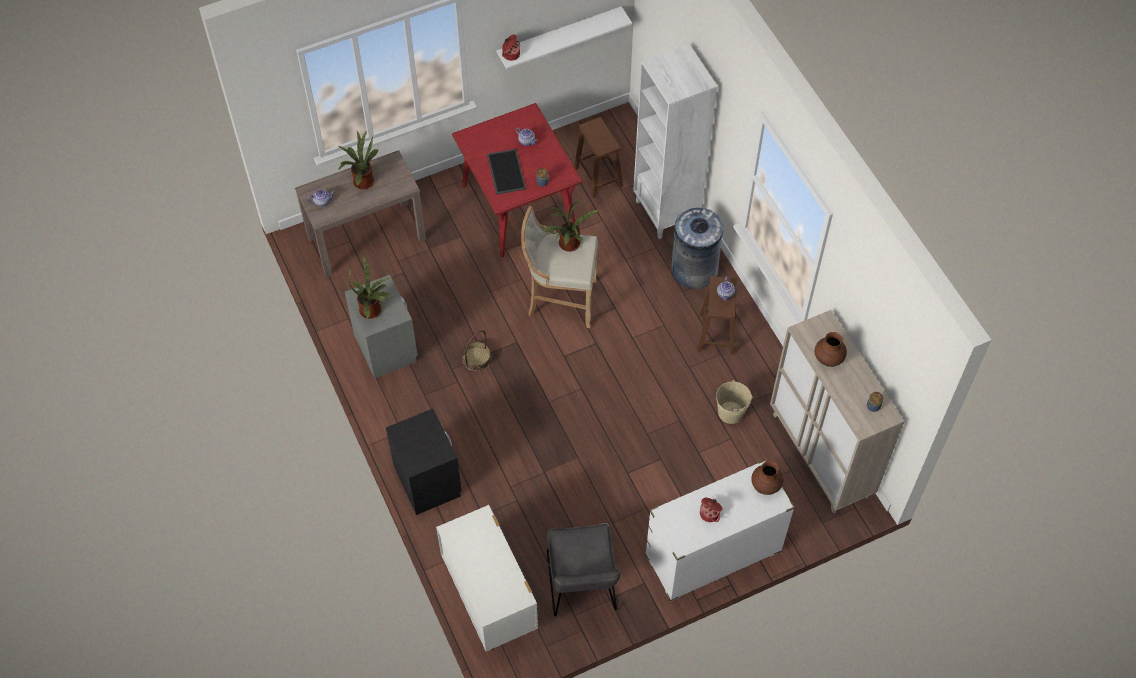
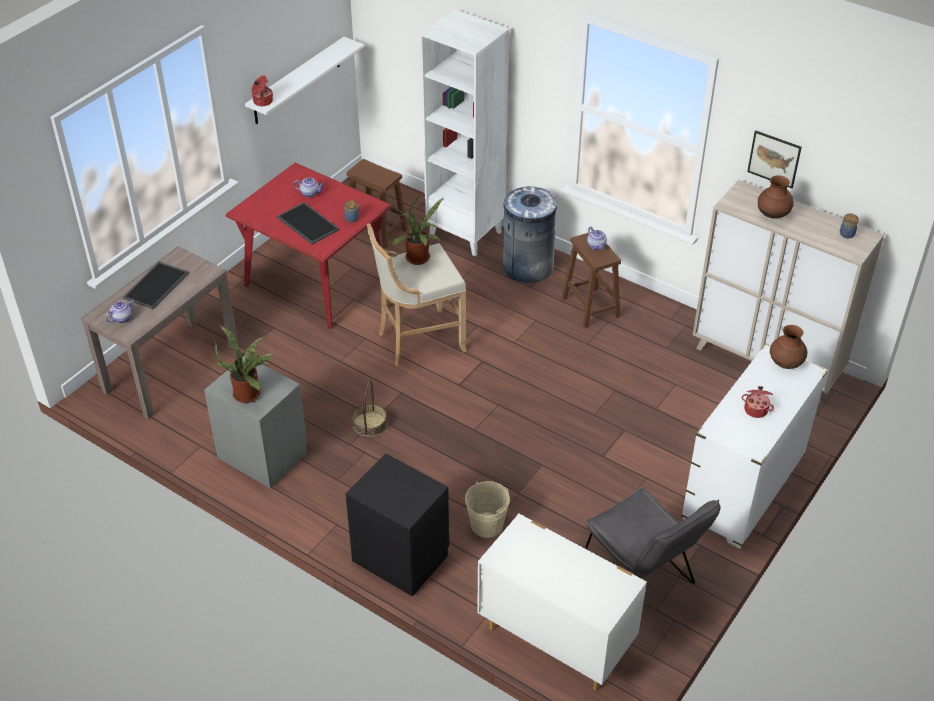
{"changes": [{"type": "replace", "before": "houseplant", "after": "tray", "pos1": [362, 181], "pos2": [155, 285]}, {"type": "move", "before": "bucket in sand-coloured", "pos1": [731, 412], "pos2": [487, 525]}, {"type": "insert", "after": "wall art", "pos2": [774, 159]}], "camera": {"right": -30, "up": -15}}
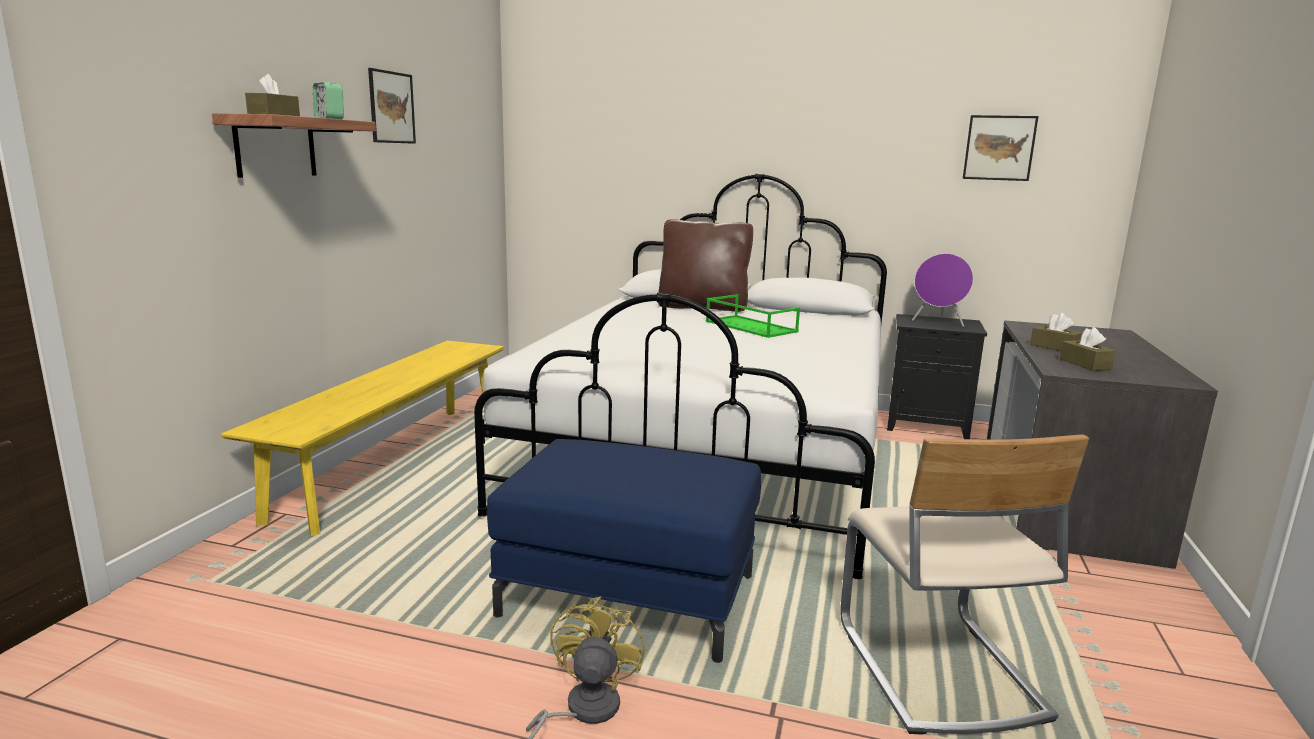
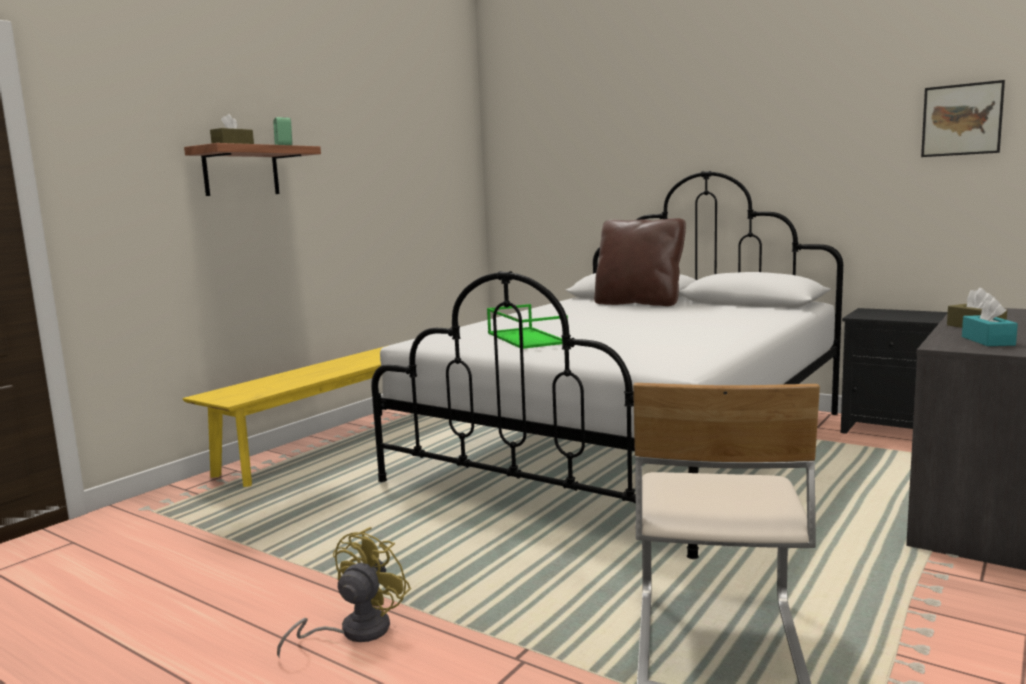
{"changes": [{"type": "delete", "before": "wall art", "pos1": [391, 107]}, {"type": "delete", "before": "footrest in blue", "pos1": [629, 594]}, {"type": "move", "before": "tray in green-coloured", "pos1": [749, 326], "pos2": [525, 338]}, {"type": "delete", "before": "audio speaker in purplish", "pos1": [938, 322]}, {"type": "recolor", "before": "tissue box in brownish", "after": "tissue box in blue-green", "pos1": [1085, 364], "pos2": [987, 341]}], "camera": {"right": 20, "up": -5}}
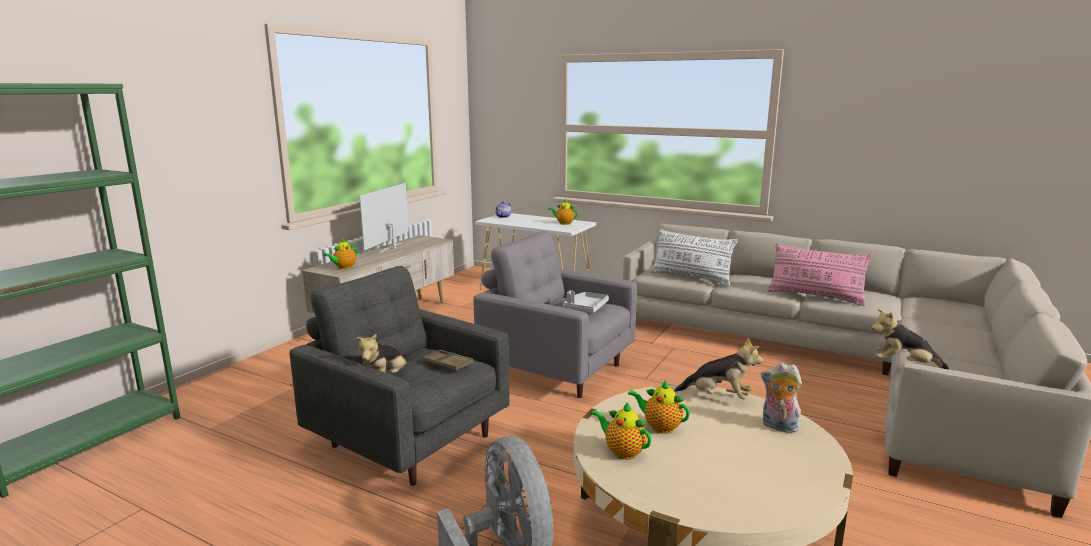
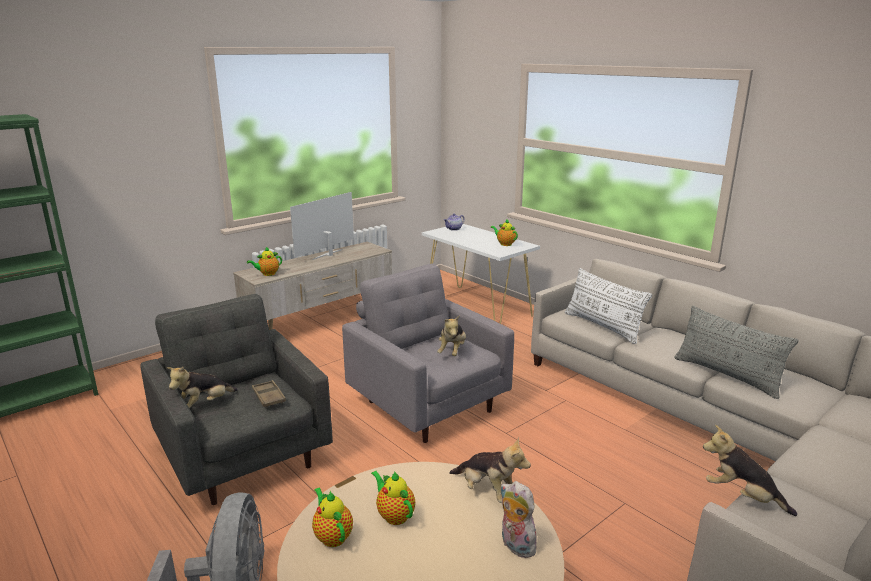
{"changes": [{"type": "replace", "before": "tray in gray", "after": "plush toy", "pos1": [586, 308], "pos2": [452, 351]}, {"type": "recolor", "before": "pillow in pinkish", "after": "pillow in gray", "pos1": [815, 297], "pos2": [727, 375]}], "camera": {"right": 20, "up": 5}}
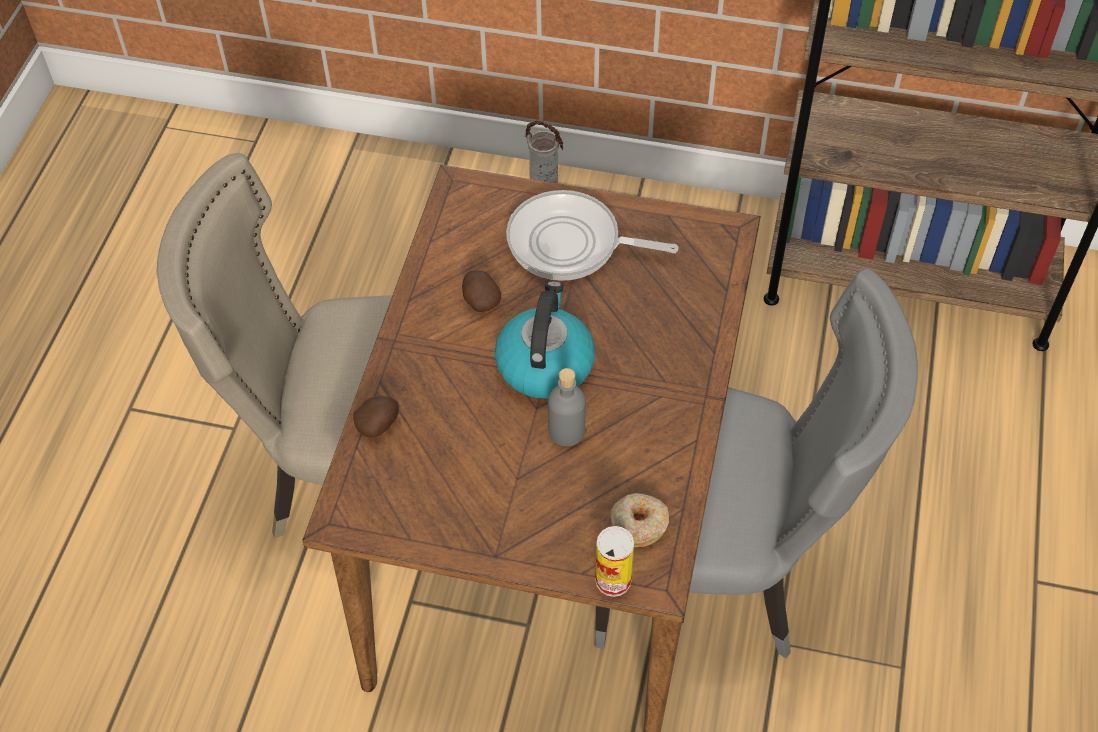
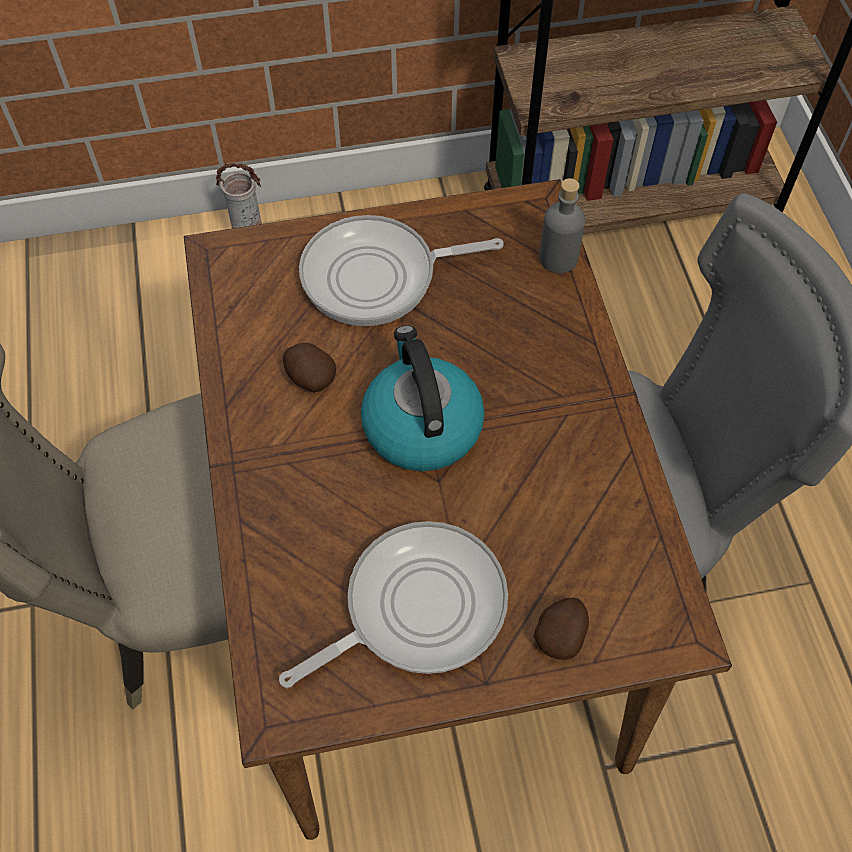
{"changes": [{"type": "move", "before": "whole potato", "pos1": [379, 425], "pos2": [561, 634]}, {"type": "move", "before": "drink bottle in gray", "pos1": [566, 431], "pos2": [558, 258]}, {"type": "delete", "before": "can", "pos1": [613, 580]}, {"type": "delete", "before": "donut", "pos1": [638, 524]}, {"type": "insert", "after": "frying pan", "pos2": [416, 608]}], "camera": {"right": -25, "up": 5}}
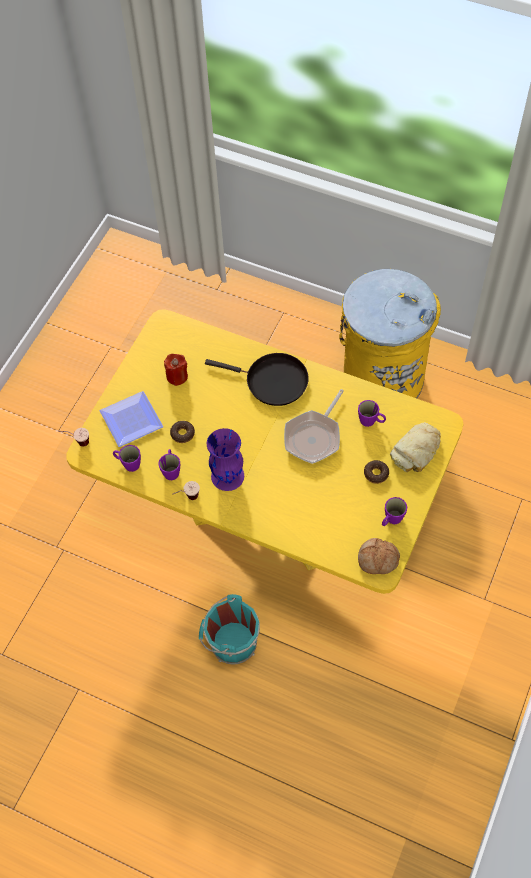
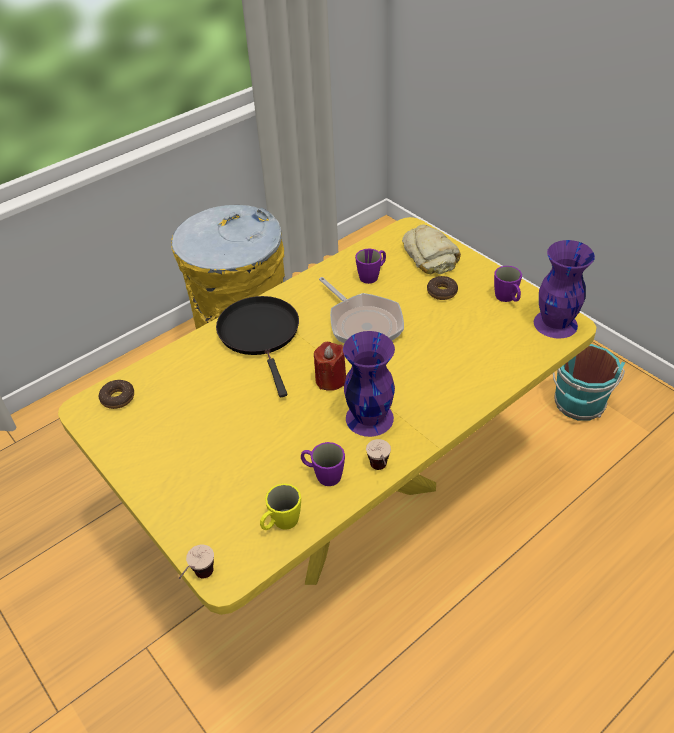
{"changes": [{"type": "delete", "before": "plate", "pos1": [132, 418]}, {"type": "recolor", "before": "coffee mug in purplish", "after": "coffee mug in yellowish", "pos1": [128, 463], "pos2": [281, 523]}, {"type": "move", "before": "wax light in reddish", "pos1": [177, 376], "pos2": [330, 380]}, {"type": "move", "before": "donut", "pos1": [182, 434], "pos2": [118, 398]}, {"type": "move", "before": "bucket in blue-green", "pos1": [231, 643], "pos2": [579, 404]}, {"type": "rotate", "before": "frying pan in black", "pos1": [272, 381], "pos2": [260, 334], "turn": -60}, {"type": "replace", "before": "bread", "after": "vase in purplish", "pos1": [377, 560], "pos2": [555, 324]}], "camera": {"right": -65, "up": -15}}
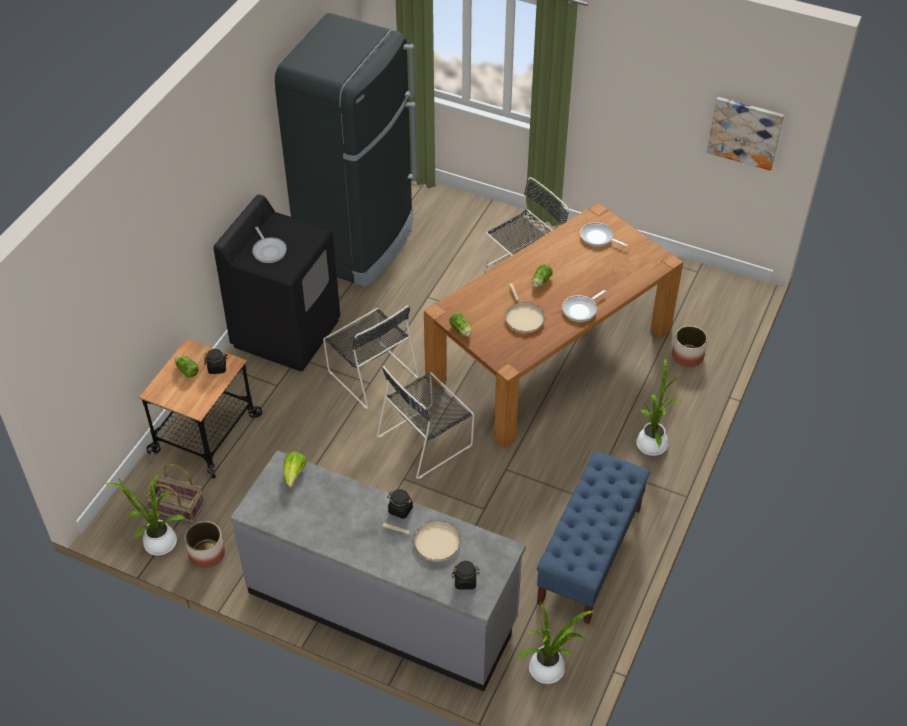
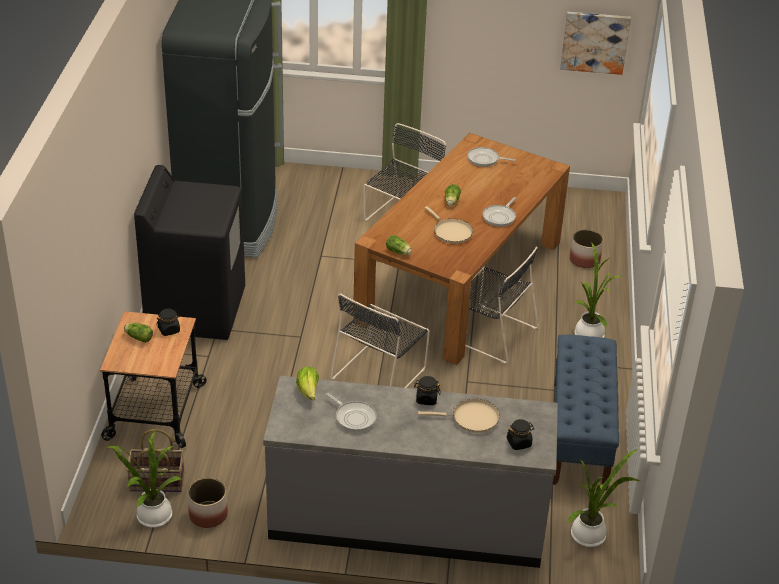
{"changes": [{"type": "move", "before": "frying pan", "pos1": [269, 250], "pos2": [354, 417]}, {"type": "move", "before": "plain chair in black", "pos1": [371, 373], "pos2": [490, 332]}], "camera": {"right": -20, "up": -10}}
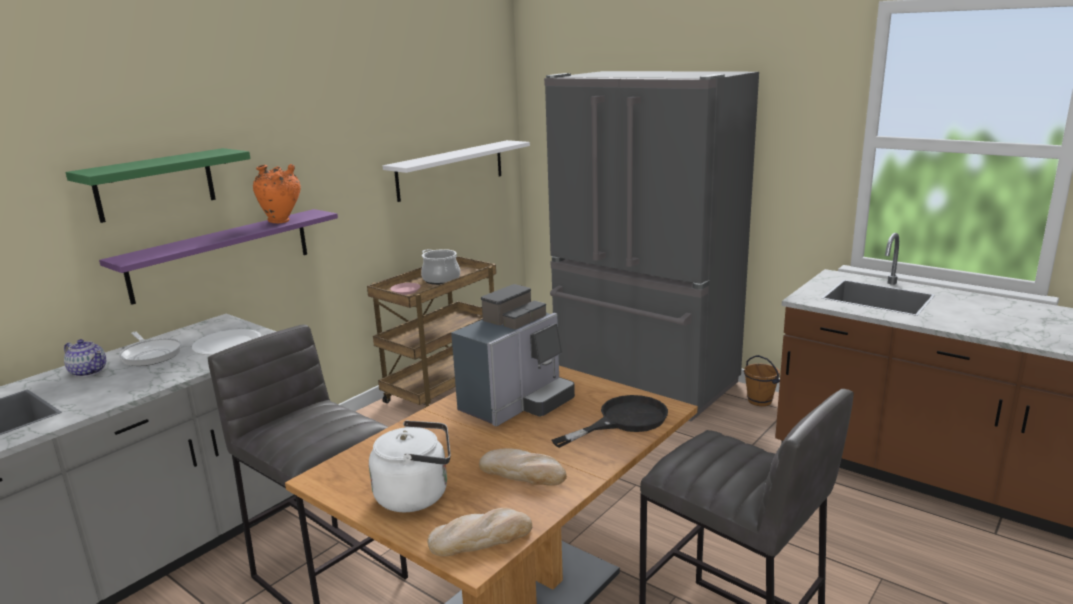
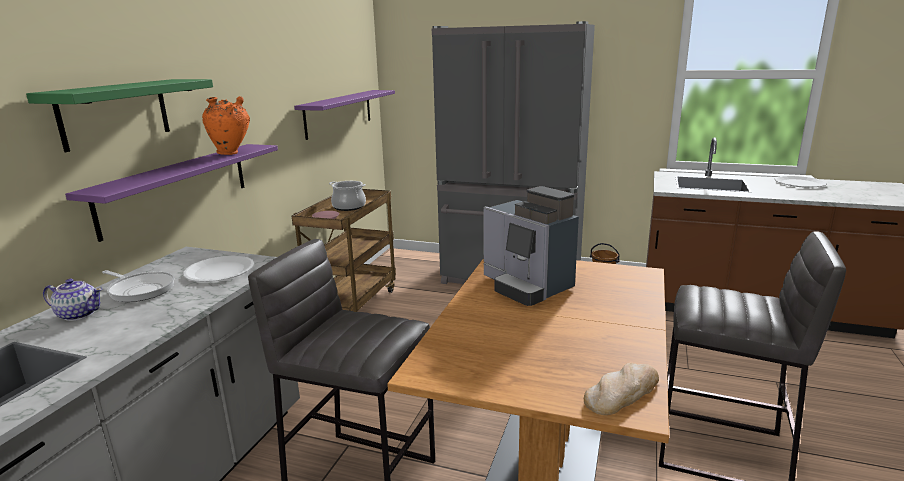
{"changes": [{"type": "delete", "before": "kettle in white", "pos1": [417, 495]}, {"type": "recolor", "before": "bracket shelf in white", "after": "bracket shelf in purplish", "pos1": [451, 170], "pos2": [339, 113]}, {"type": "rotate", "before": "coffee maker", "pos1": [517, 403], "pos2": [526, 286], "turn": 120}, {"type": "delete", "before": "bread", "pos1": [522, 472]}, {"type": "delete", "before": "frying pan in black", "pos1": [623, 421]}, {"type": "insert", "after": "plate in white", "pos2": [799, 183]}], "camera": {"right": -20, "up": 0}}
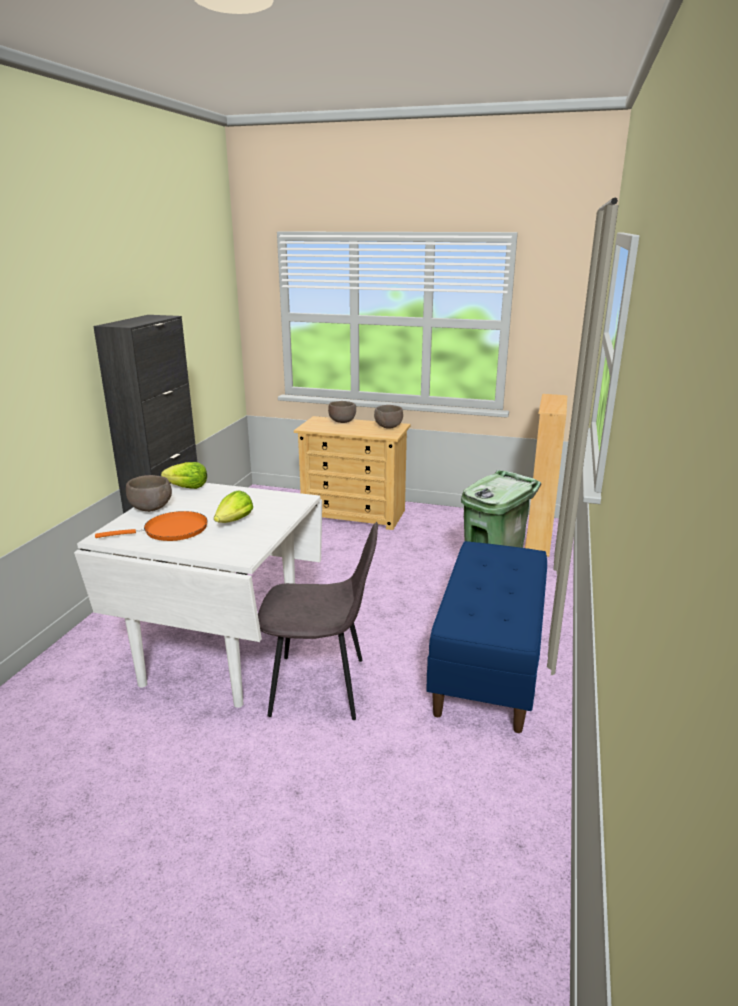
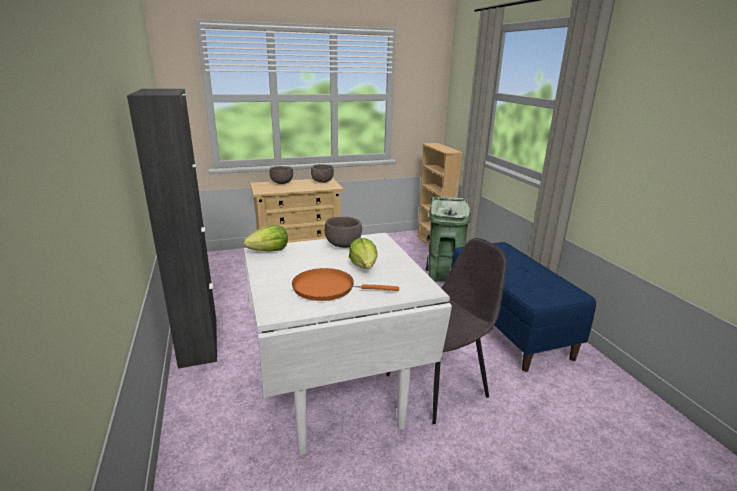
{"changes": [{"type": "rotate", "before": "frying pan in orange", "pos1": [171, 531], "pos2": [328, 288], "turn": -120}, {"type": "move", "before": "bowl in brownish", "pos1": [151, 509], "pos2": [343, 245]}], "camera": {"right": -35, "up": 0}}
